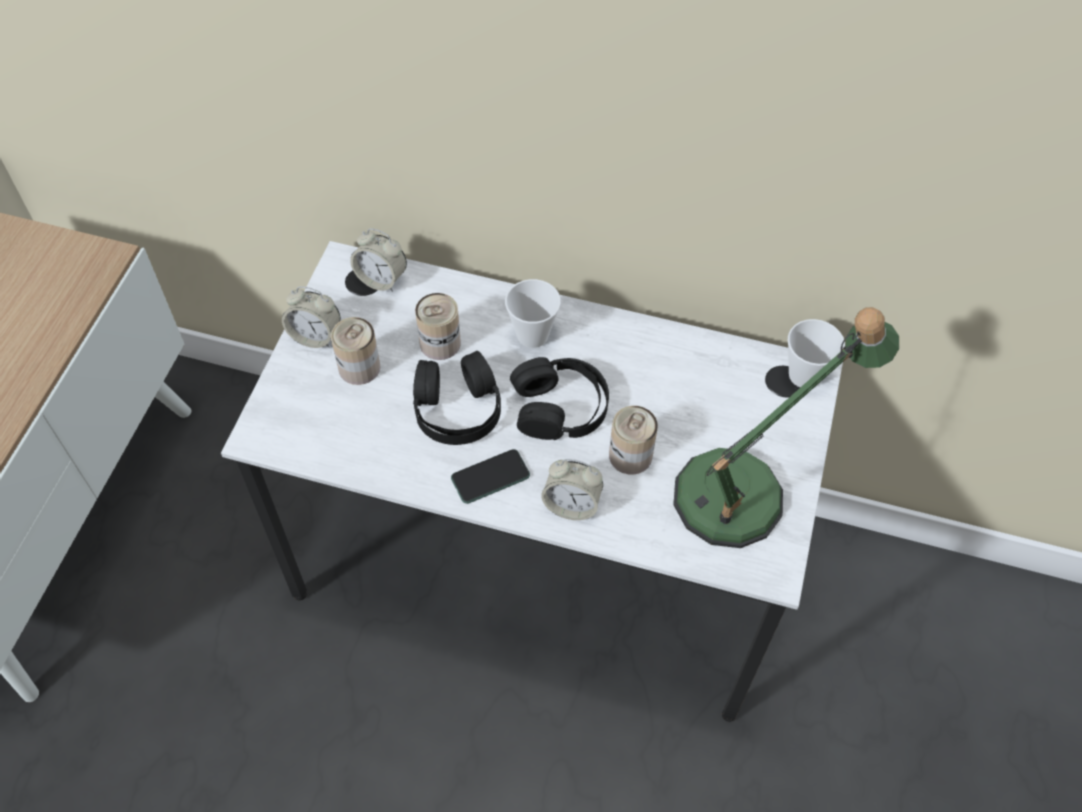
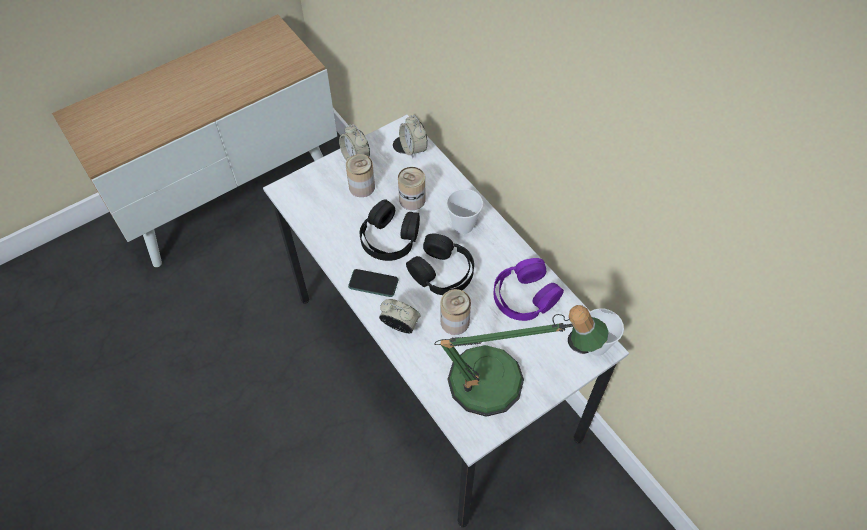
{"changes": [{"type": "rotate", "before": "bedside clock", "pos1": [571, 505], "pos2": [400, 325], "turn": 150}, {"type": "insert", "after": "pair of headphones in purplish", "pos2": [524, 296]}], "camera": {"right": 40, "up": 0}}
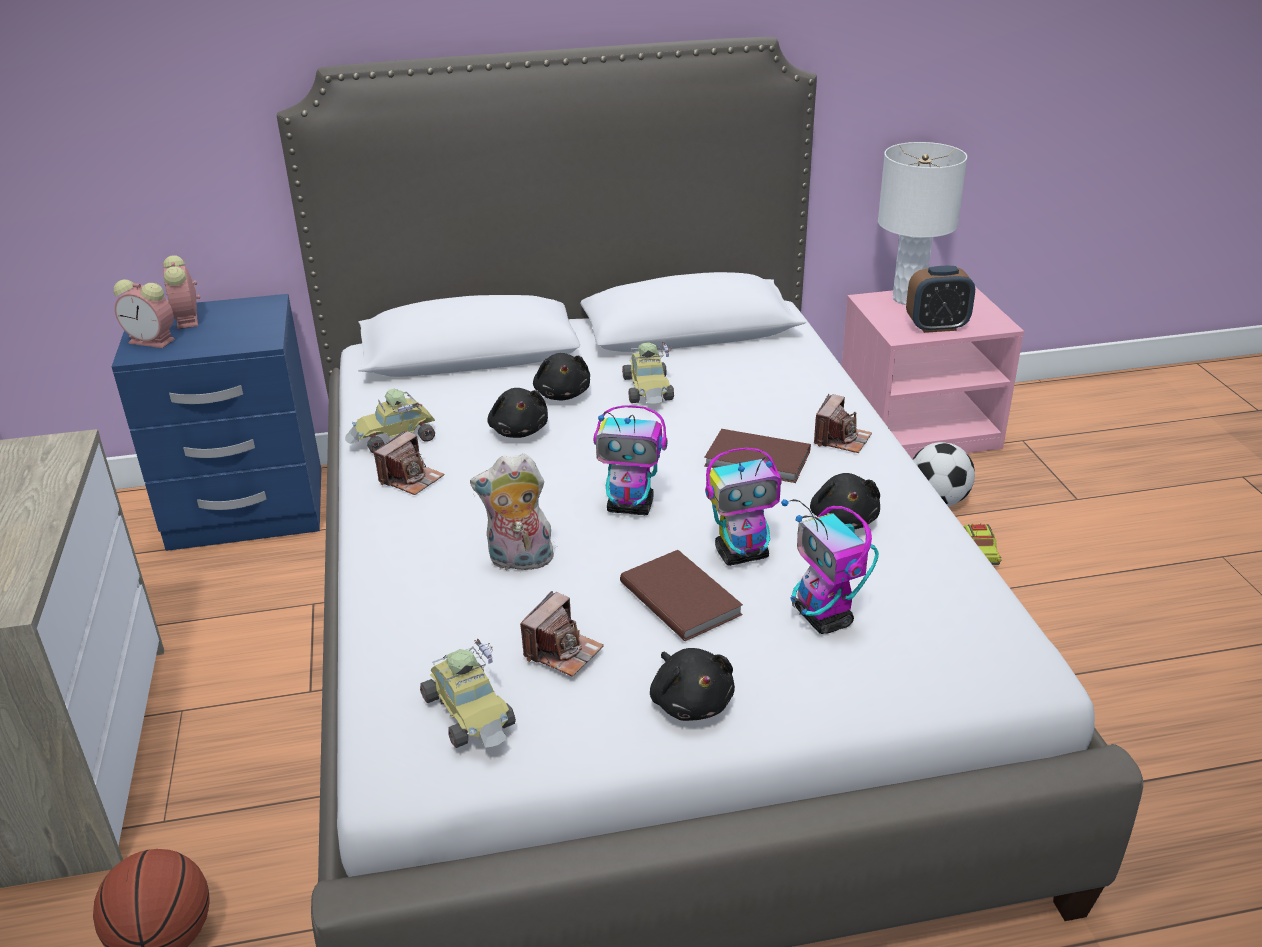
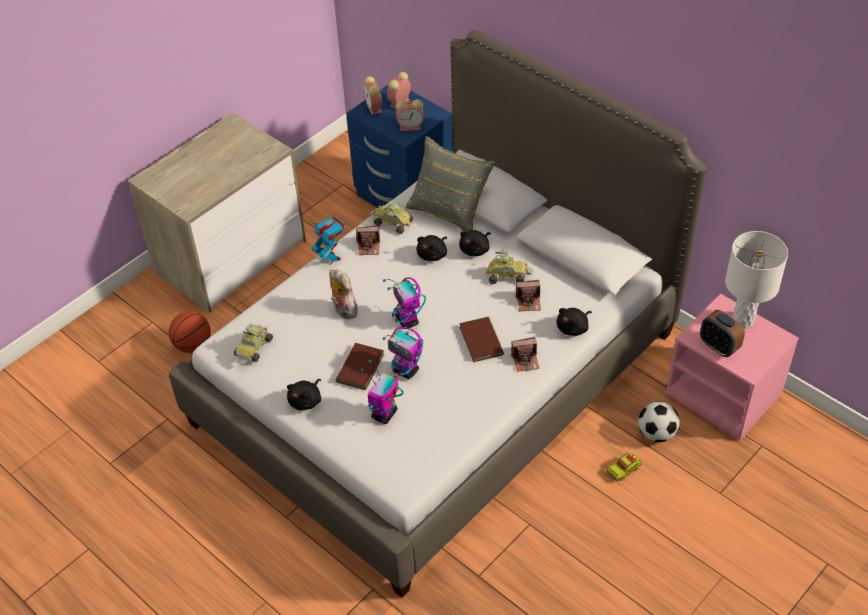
{"changes": [{"type": "move", "before": "photo camera", "pos1": [563, 651], "pos2": [528, 302]}, {"type": "rotate", "before": "miniature car", "pos1": [649, 389], "pos2": [507, 275], "turn": -135}, {"type": "move", "before": "plush toy in black", "pos1": [843, 520], "pos2": [573, 328]}, {"type": "insert", "after": "robot figure", "pos2": [331, 258]}, {"type": "insert", "after": "bedside clock", "pos2": [411, 126]}, {"type": "insert", "after": "pillow in gray", "pos2": [449, 210]}], "camera": {"right": 55, "up": 15}}
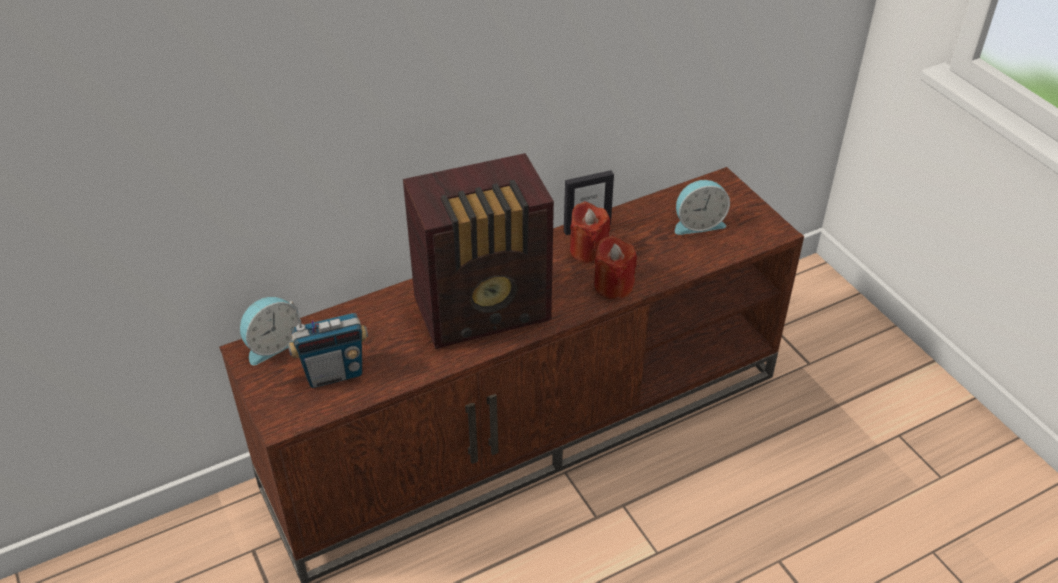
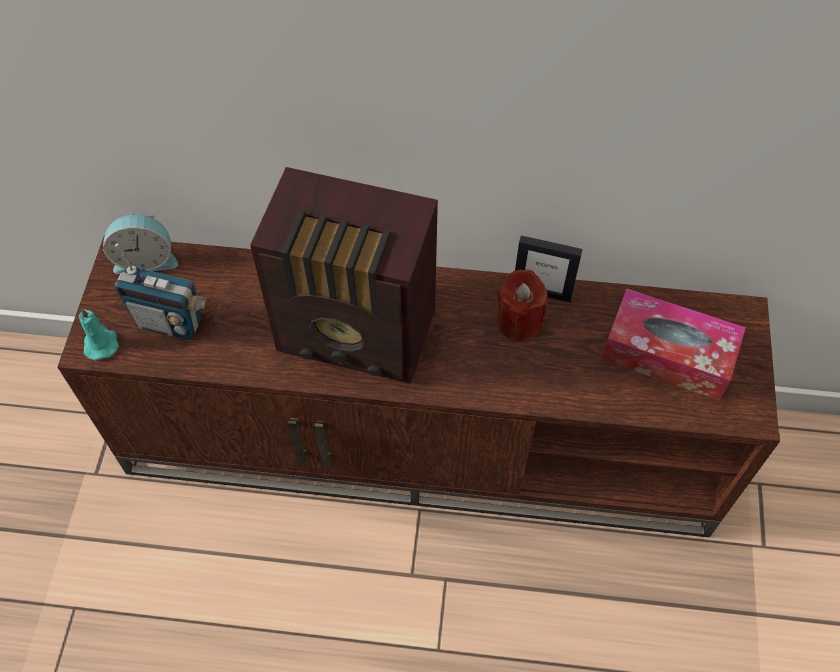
{"changes": [{"type": "delete", "before": "wax light in reddish", "pos1": [613, 286]}, {"type": "replace", "before": "bedside clock", "after": "tissue box", "pos1": [698, 223], "pos2": [667, 354]}, {"type": "insert", "after": "wax light in blue-green", "pos2": [101, 343]}], "camera": {"right": 35, "up": 15}}
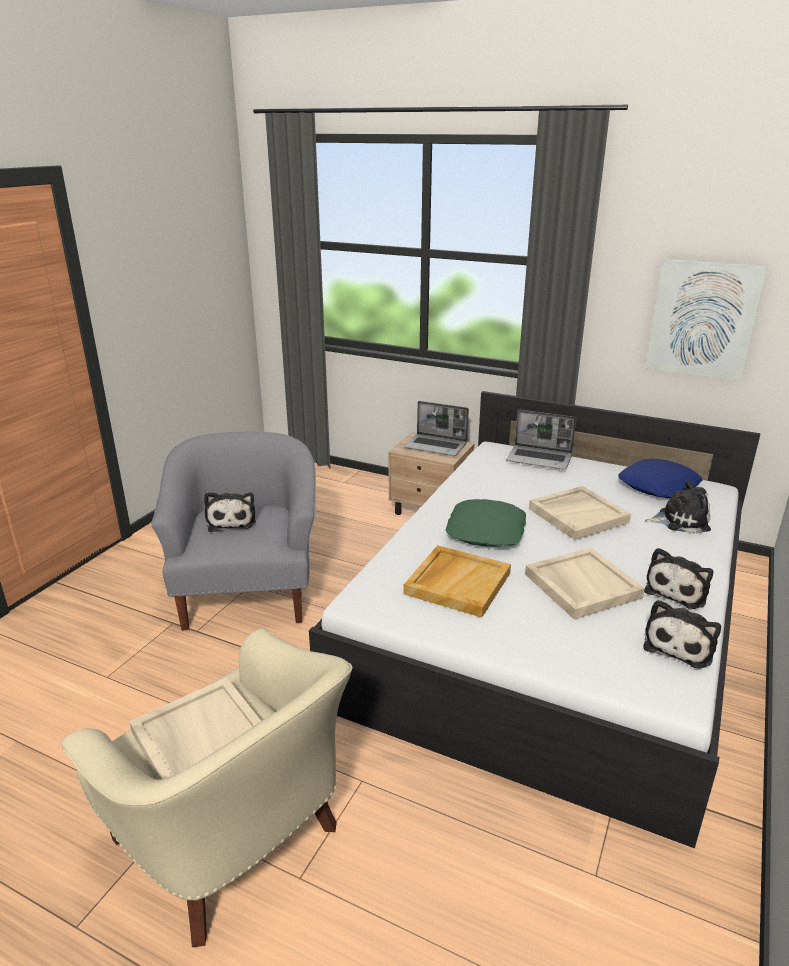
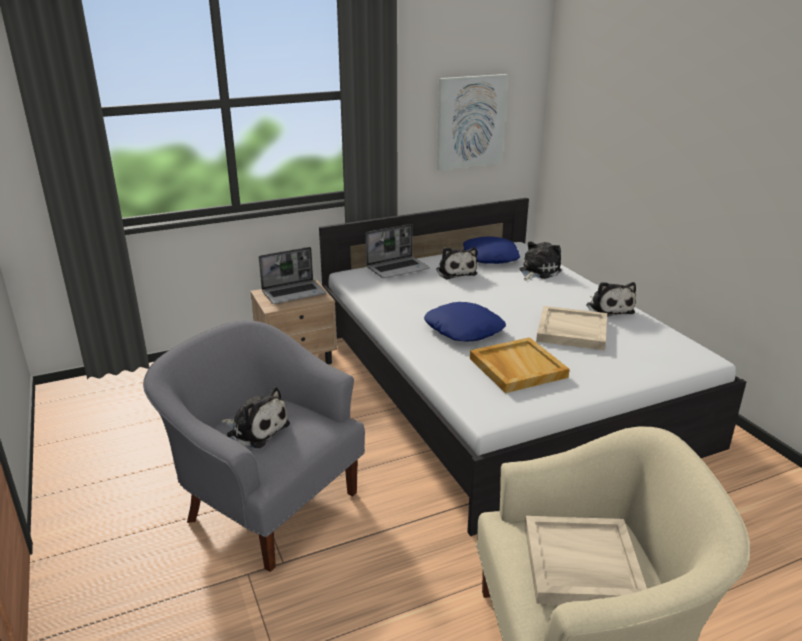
{"changes": [{"type": "recolor", "before": "pillow in green-coloured", "after": "pillow in blue", "pos1": [486, 531], "pos2": [464, 329]}, {"type": "delete", "before": "tray in sand-coloured", "pos1": [578, 515]}, {"type": "move", "before": "plush toy", "pos1": [680, 645], "pos2": [455, 272]}], "camera": {"right": -50, "up": 0}}
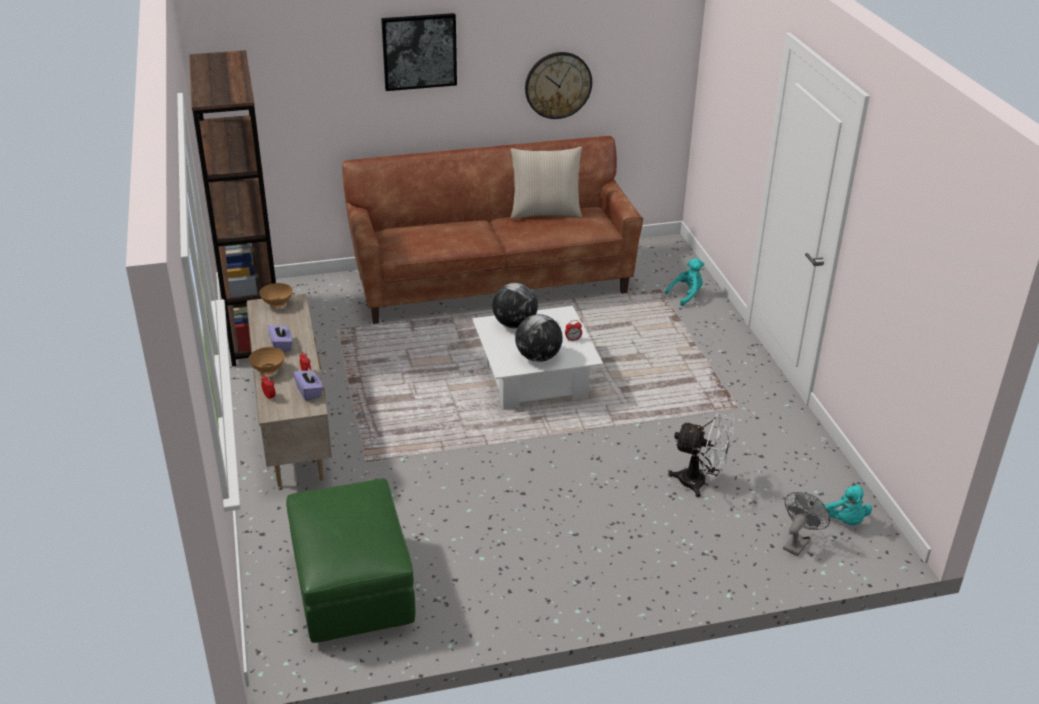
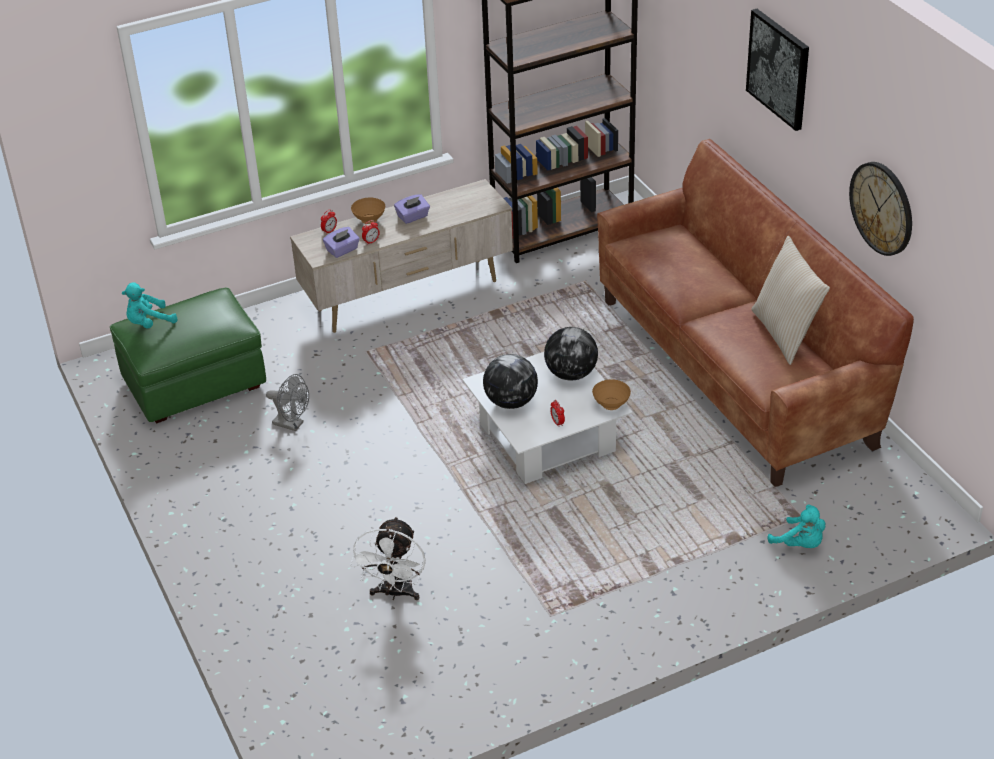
{"changes": [{"type": "move", "before": "bowl in brownish", "pos1": [277, 305], "pos2": [610, 405]}, {"type": "move", "before": "electric fan in gray", "pos1": [798, 542], "pos2": [292, 424]}, {"type": "move", "before": "plush toy in blue-green", "pos1": [844, 520], "pos2": [149, 323]}], "camera": {"right": 80, "up": 5}}
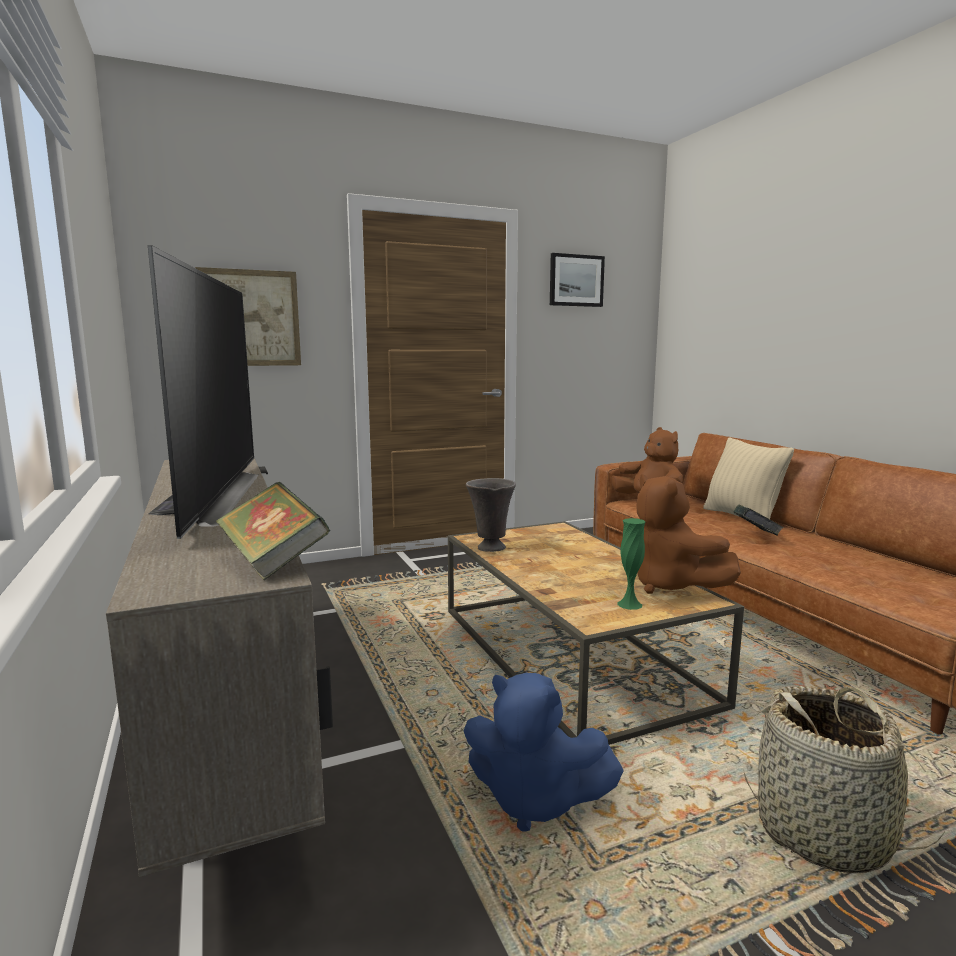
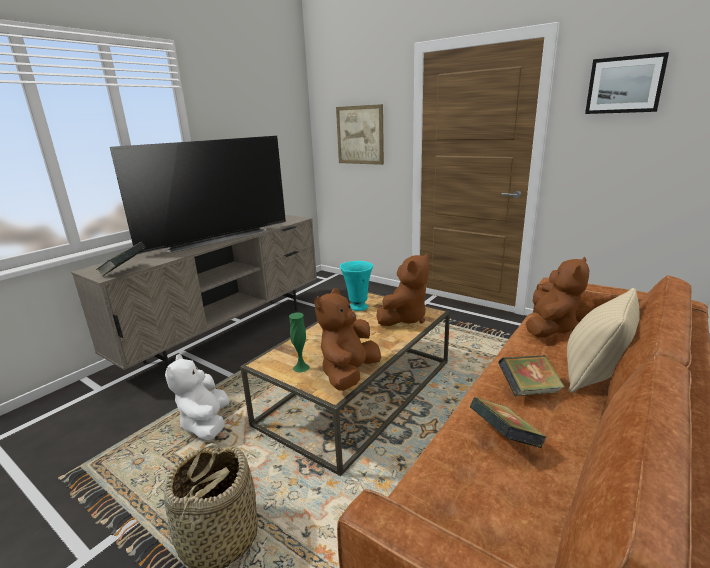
{"changes": [{"type": "recolor", "before": "plush toy in blue", "after": "plush toy in white", "pos1": [534, 800], "pos2": [206, 424]}, {"type": "recolor", "before": "vase in gray", "after": "vase in blue-green", "pos1": [490, 548], "pos2": [357, 307]}, {"type": "insert", "after": "plush toy in brownish", "pos2": [404, 318]}, {"type": "insert", "after": "book", "pos2": [504, 438]}], "camera": {"right": 60, "up": 10}}
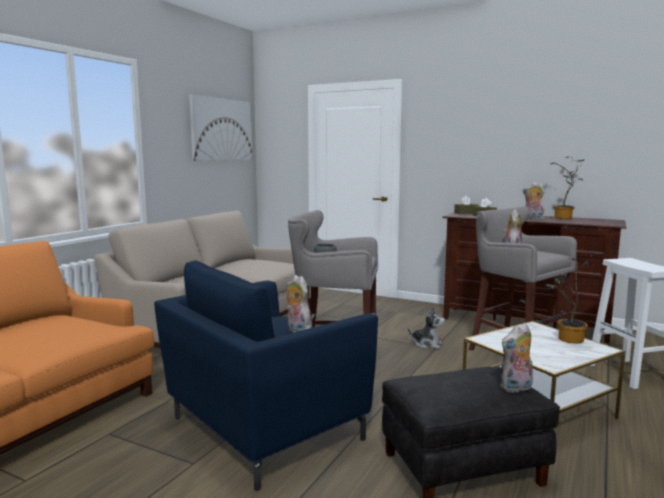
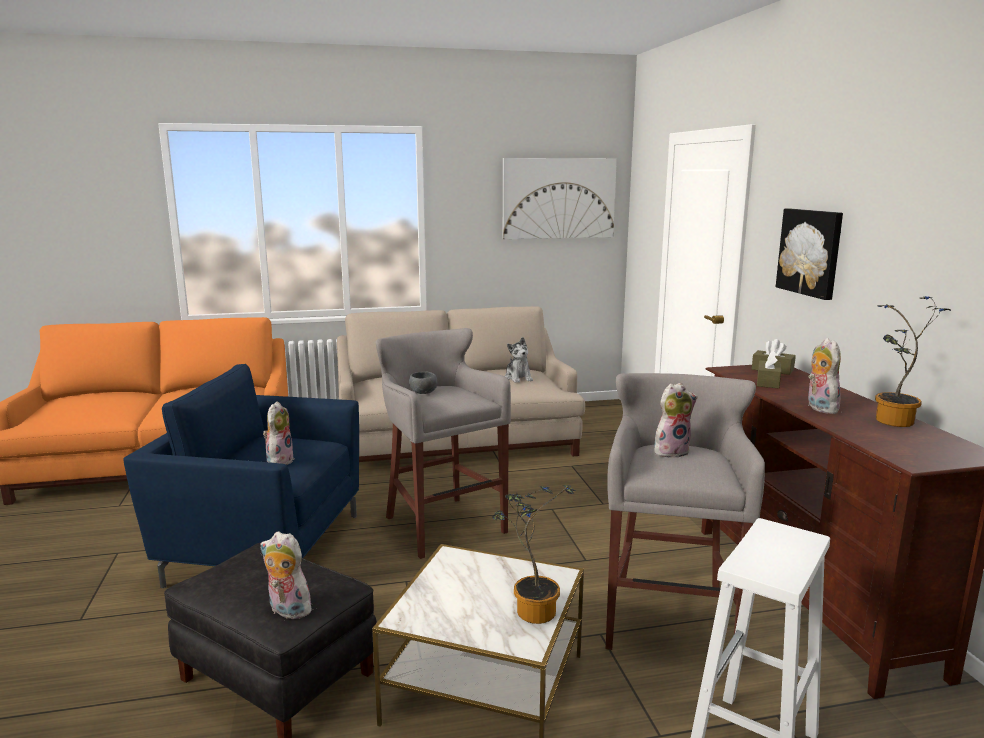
{"changes": [{"type": "move", "before": "plush toy", "pos1": [427, 344], "pos2": [518, 378]}, {"type": "insert", "after": "wall art", "pos2": [811, 252]}], "camera": {"right": 50, "up": 5}}
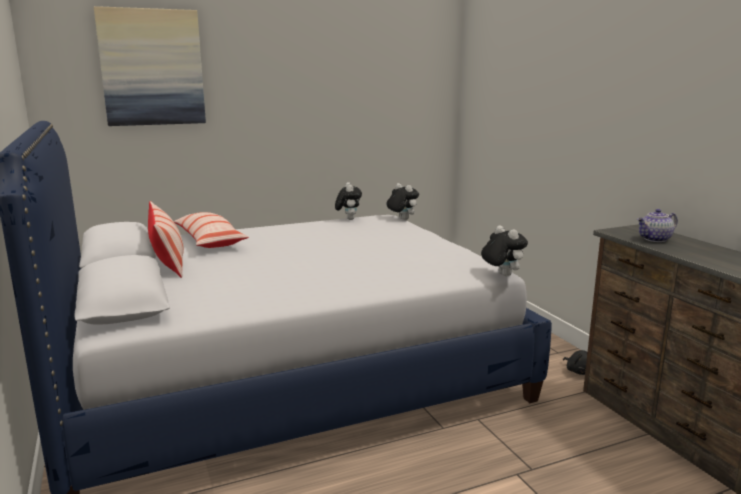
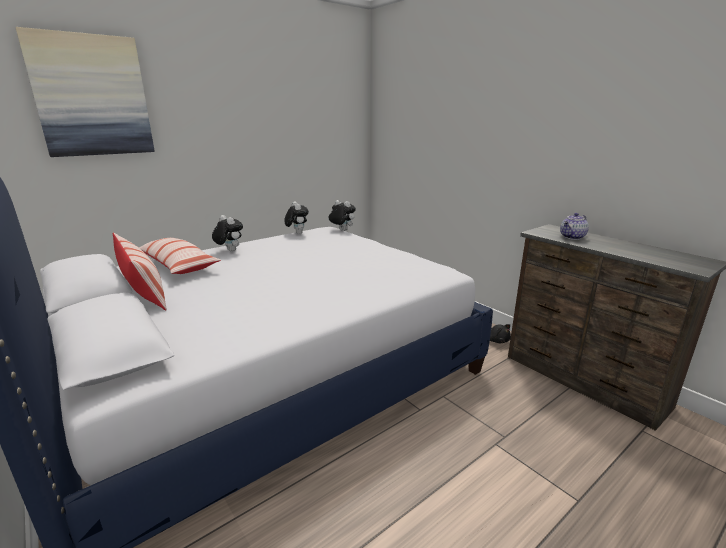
{"changes": [{"type": "move", "before": "plush toy", "pos1": [501, 275], "pos2": [229, 251]}], "camera": {"right": -15, "up": 5}}
